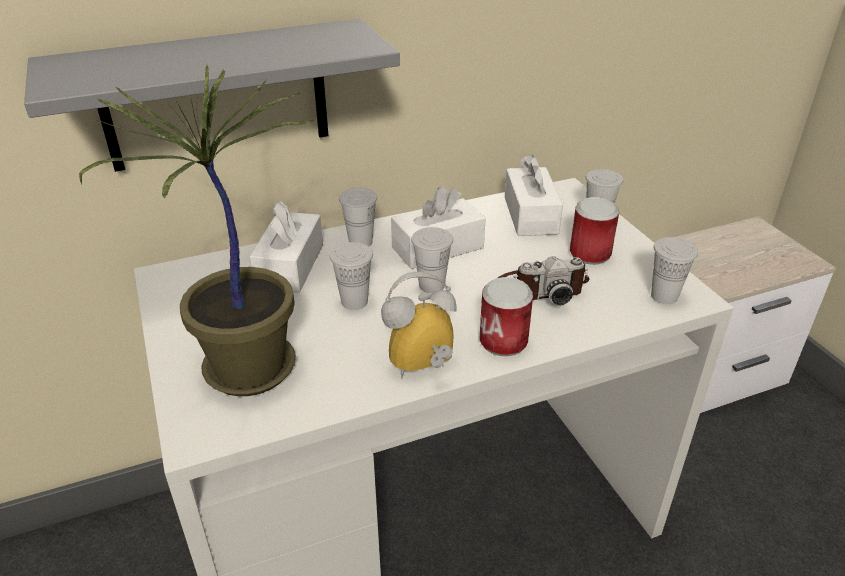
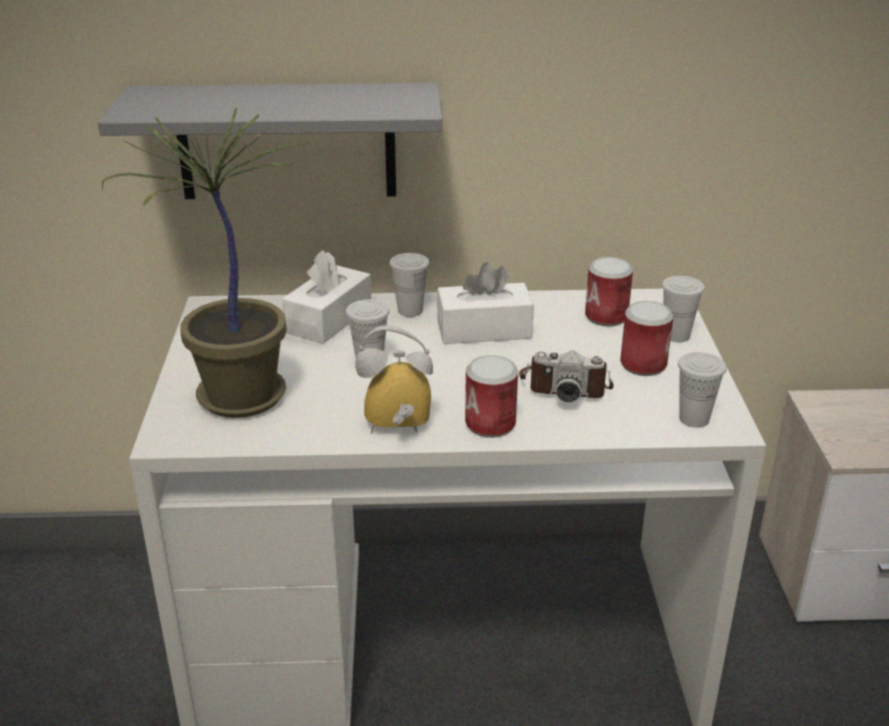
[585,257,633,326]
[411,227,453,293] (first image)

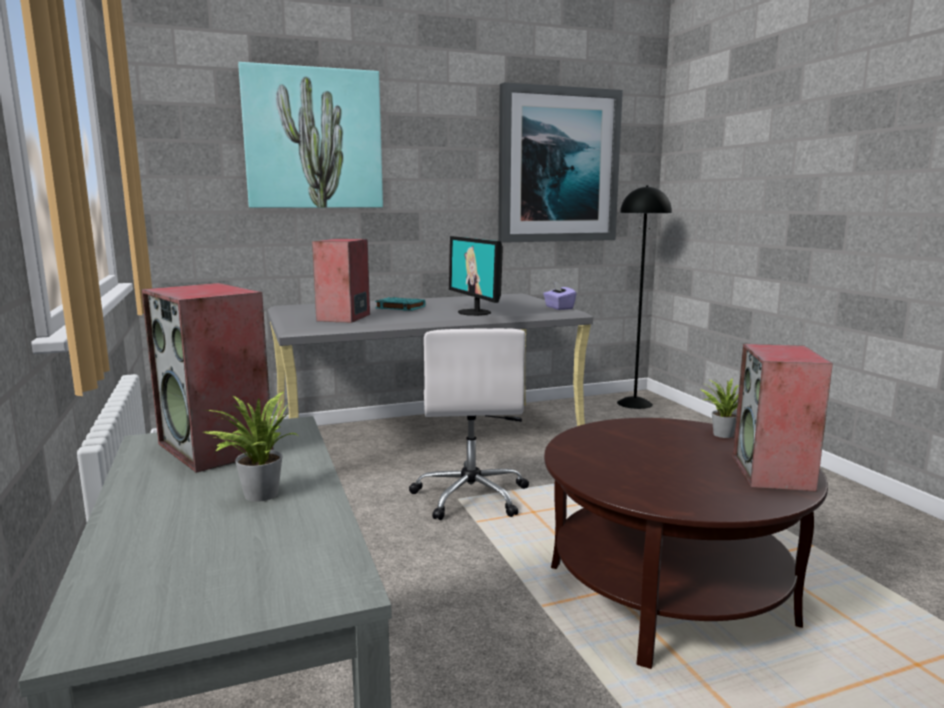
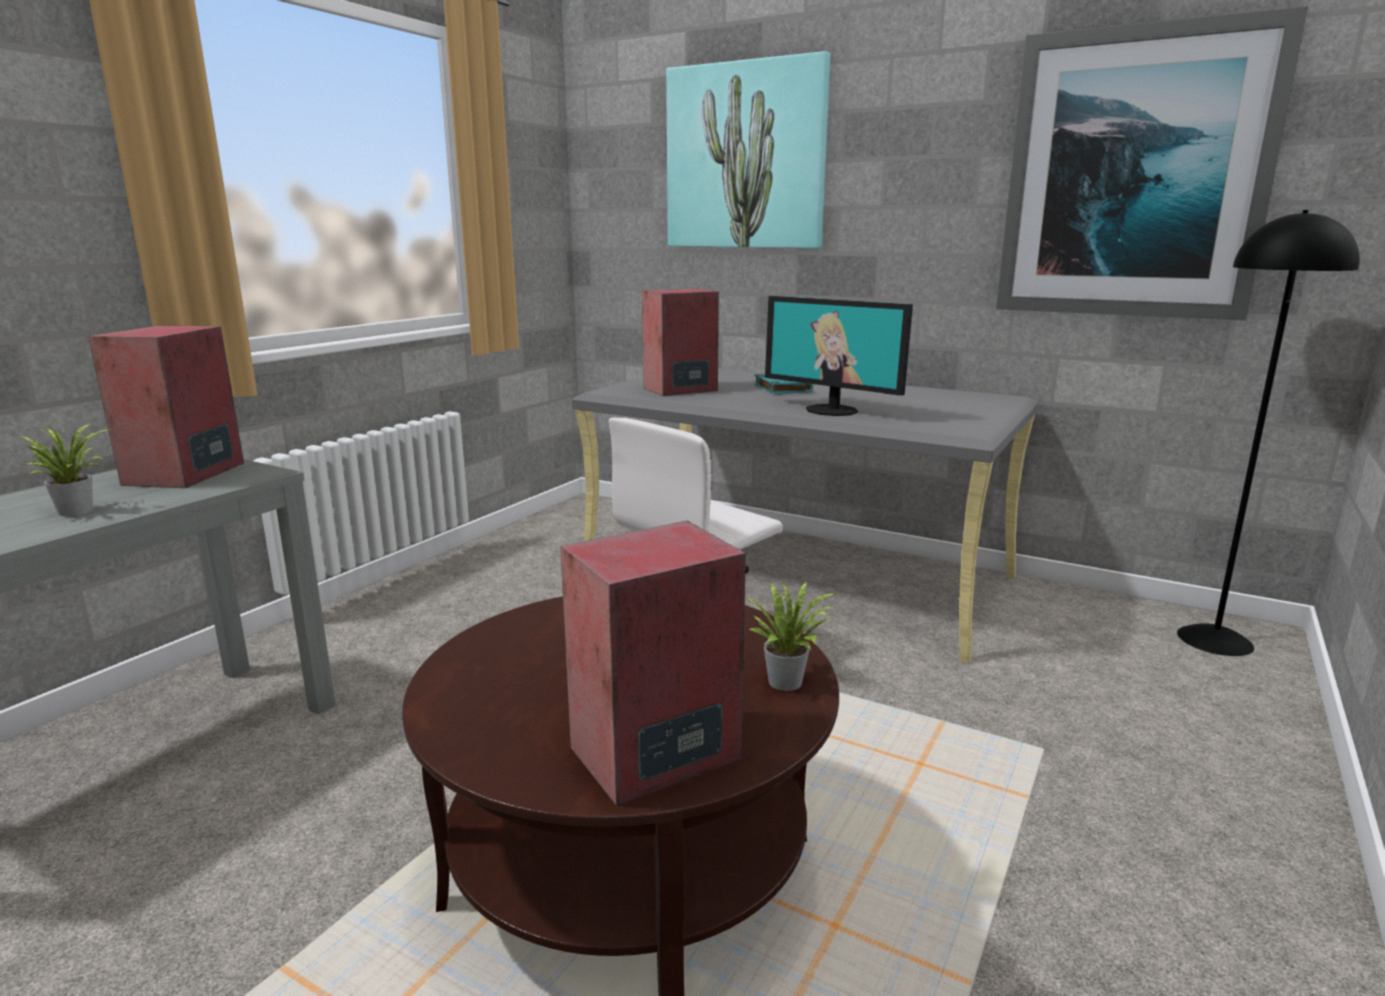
[765,296,913,416]
[543,282,577,310] (first image)

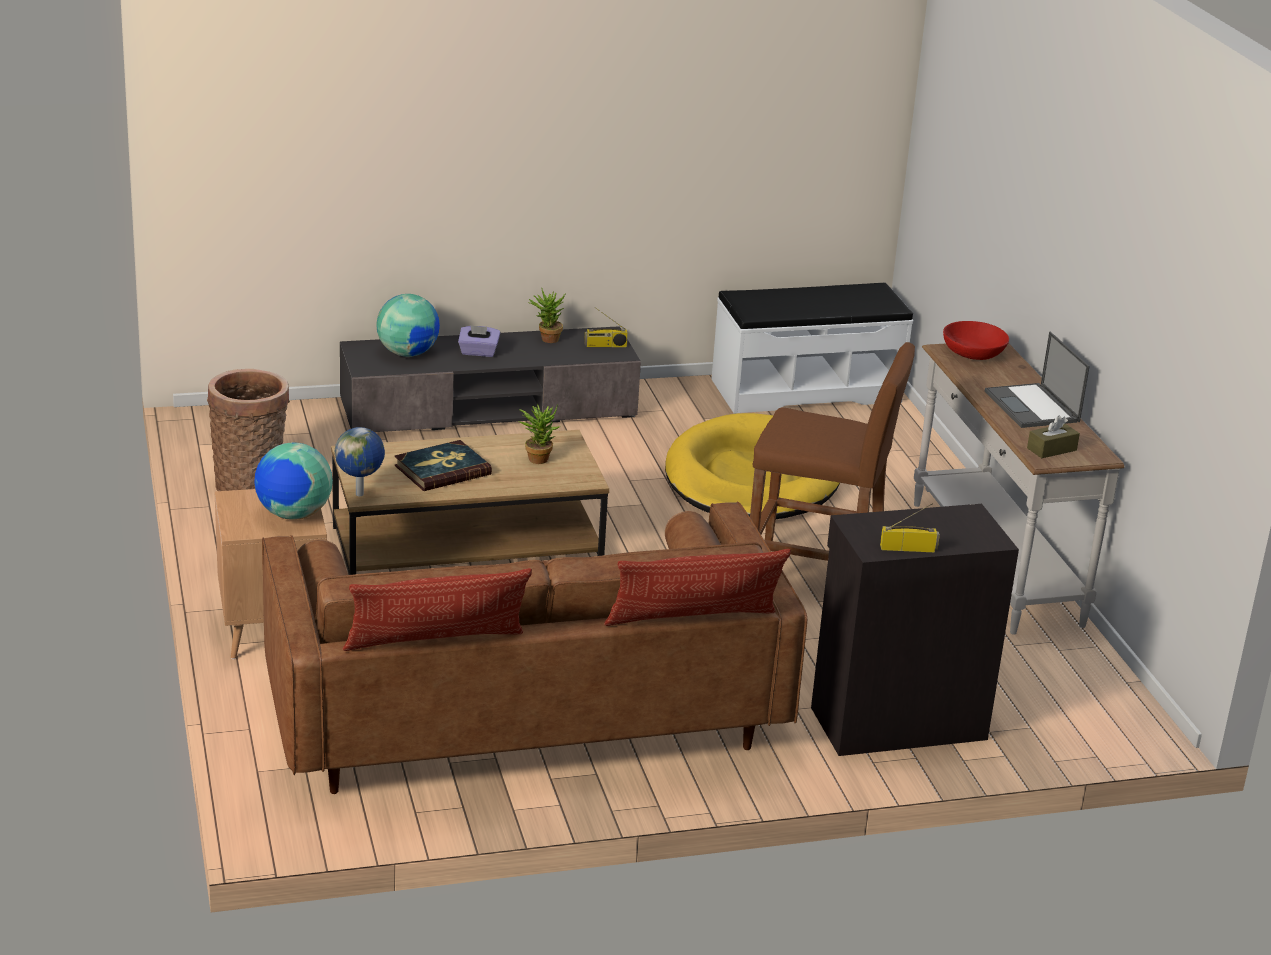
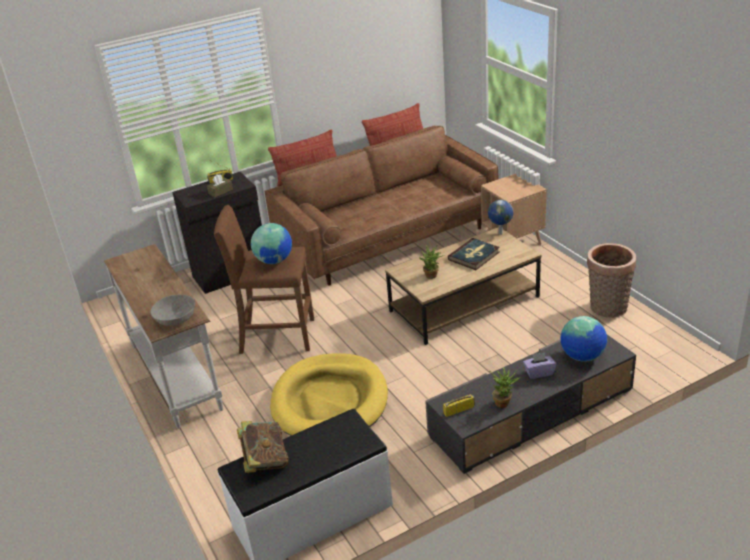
[150,294,195,326]
[207,174,233,197]
[237,421,289,473]
[251,223,292,264]
[985,331,1090,428] (first image)

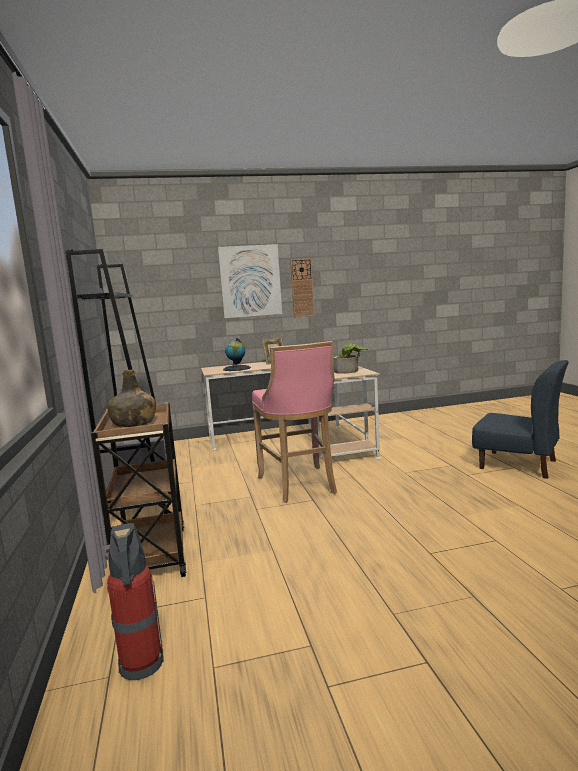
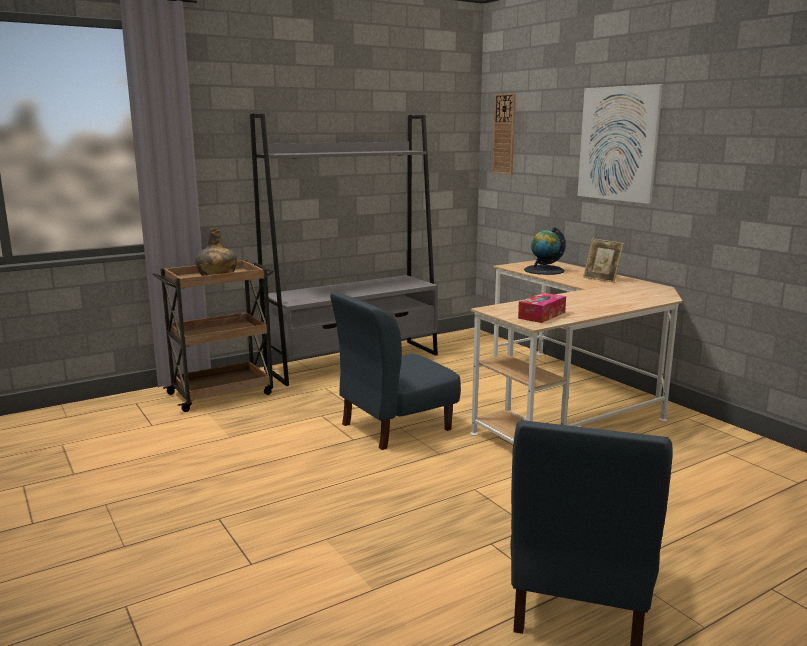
[330,292,461,450]
[492,93,516,175]
[518,293,566,323]
[103,523,164,680] (first image)

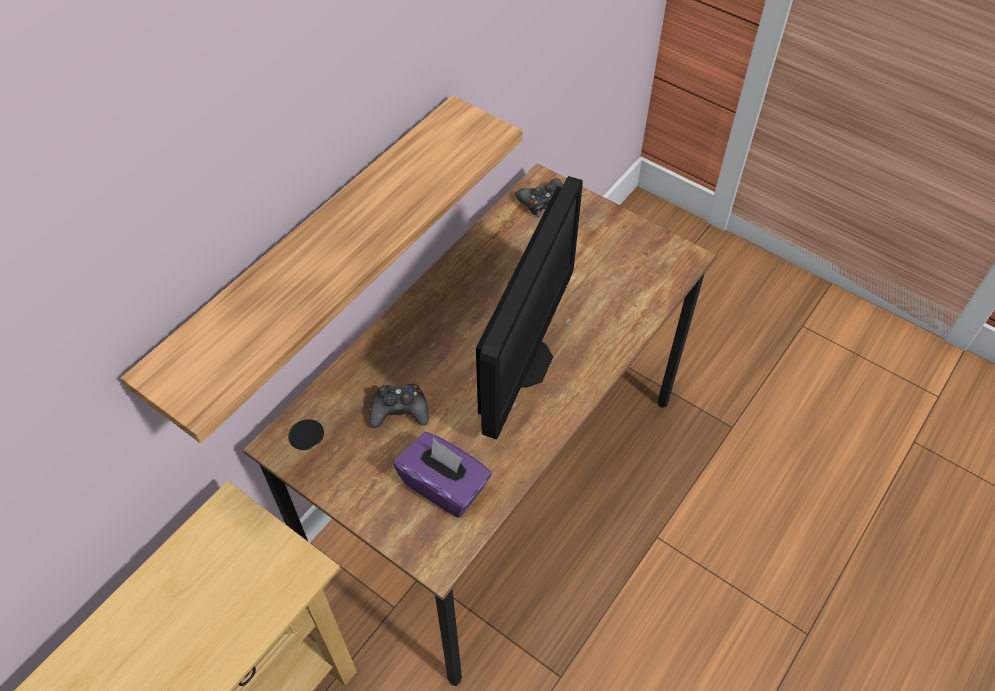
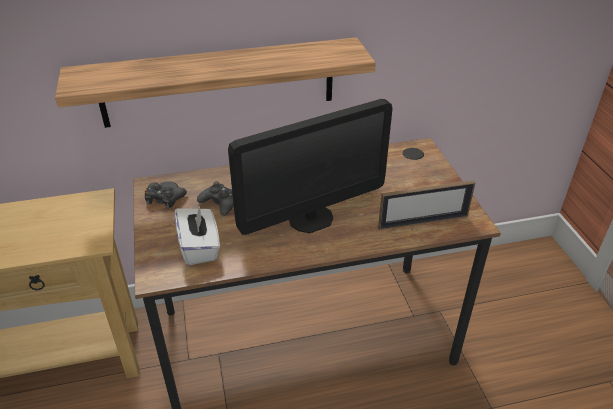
[145,182,187,209]
[175,206,220,265]
[378,181,475,230]

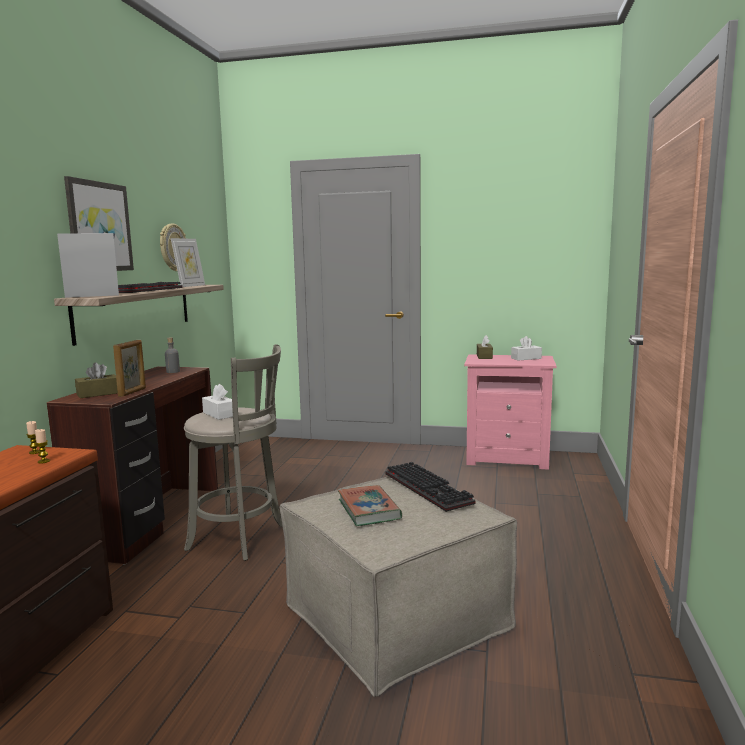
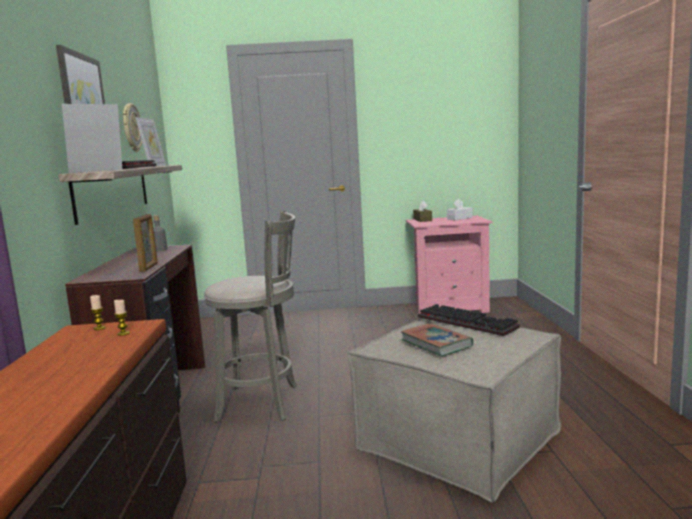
[75,362,118,398] (first image)
[202,384,233,420] (first image)

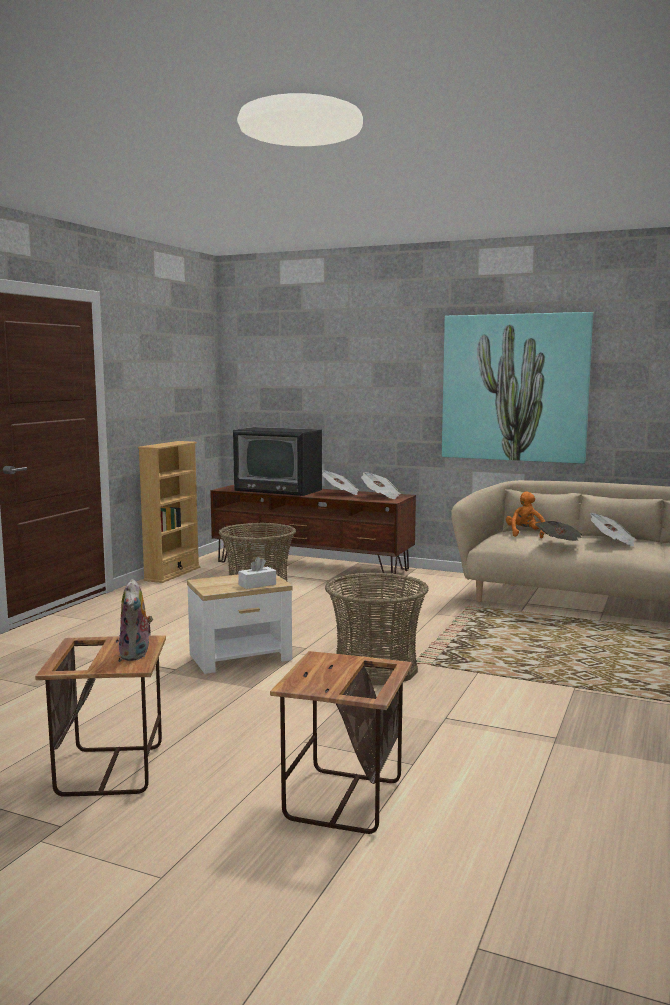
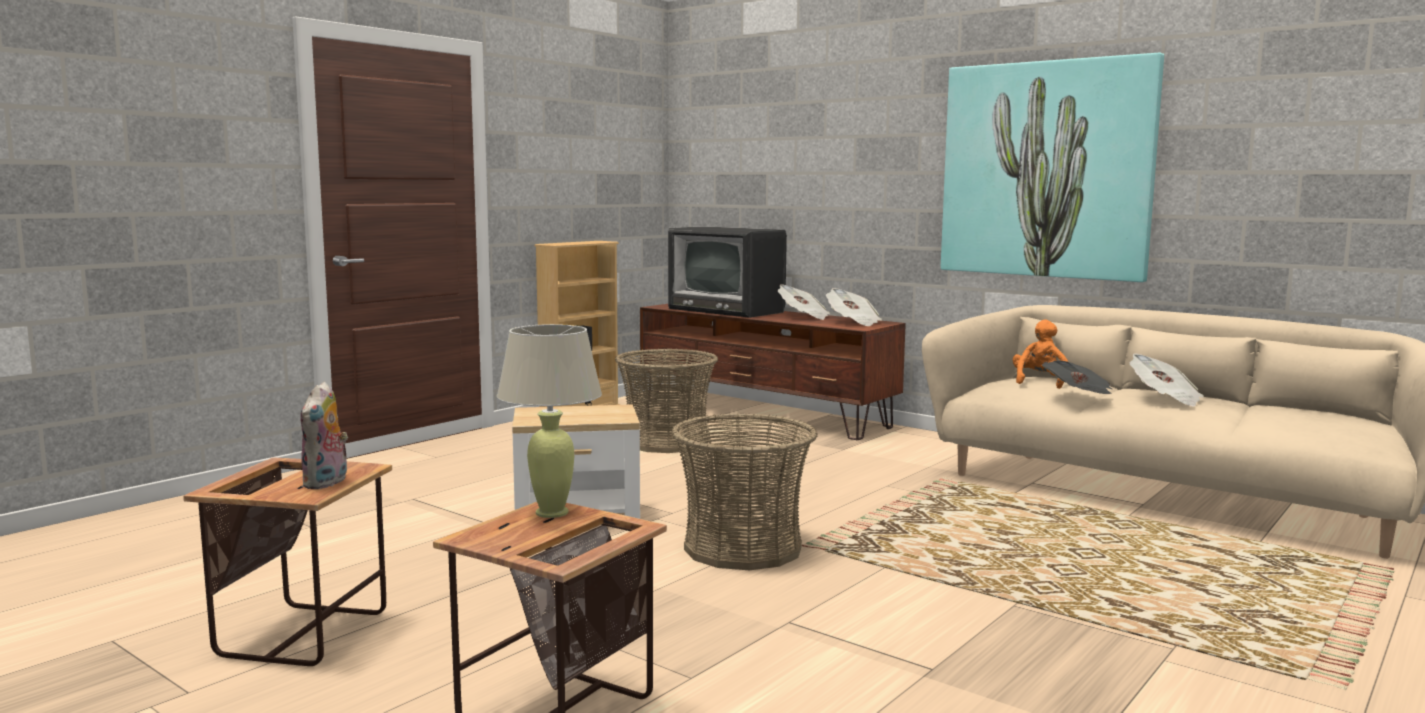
[497,324,602,518]
[238,557,276,589] (first image)

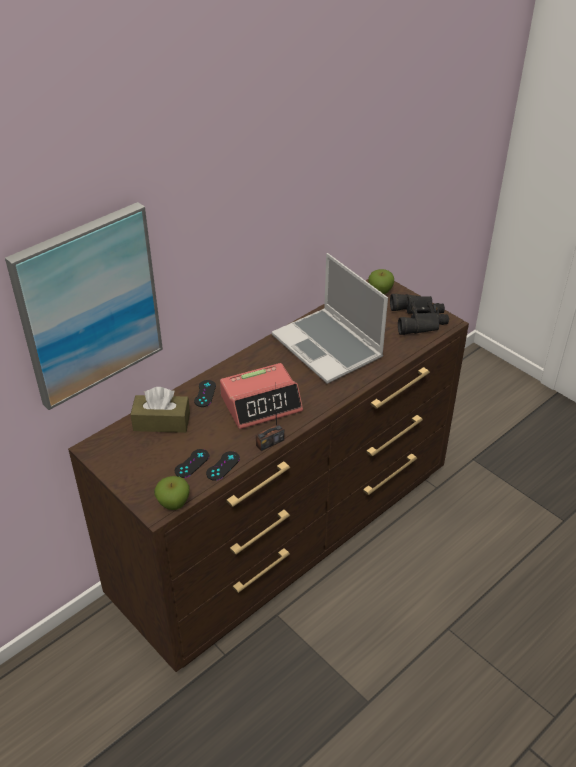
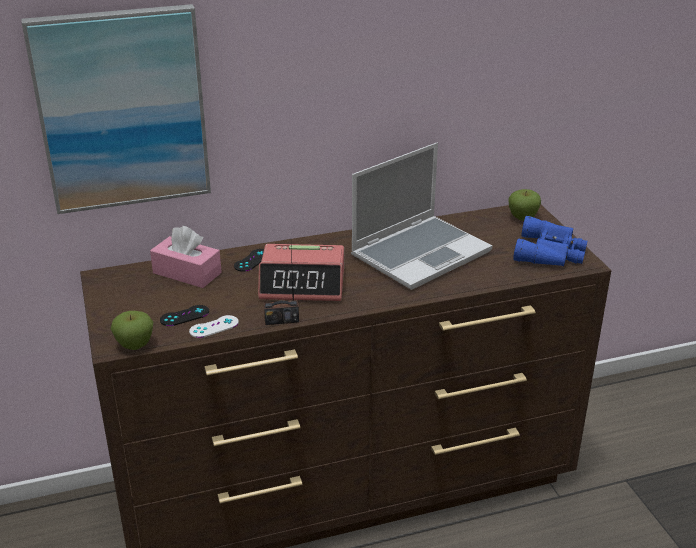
[150,226,222,288]
[189,315,239,338]
[351,143,493,290]
[513,216,587,266]

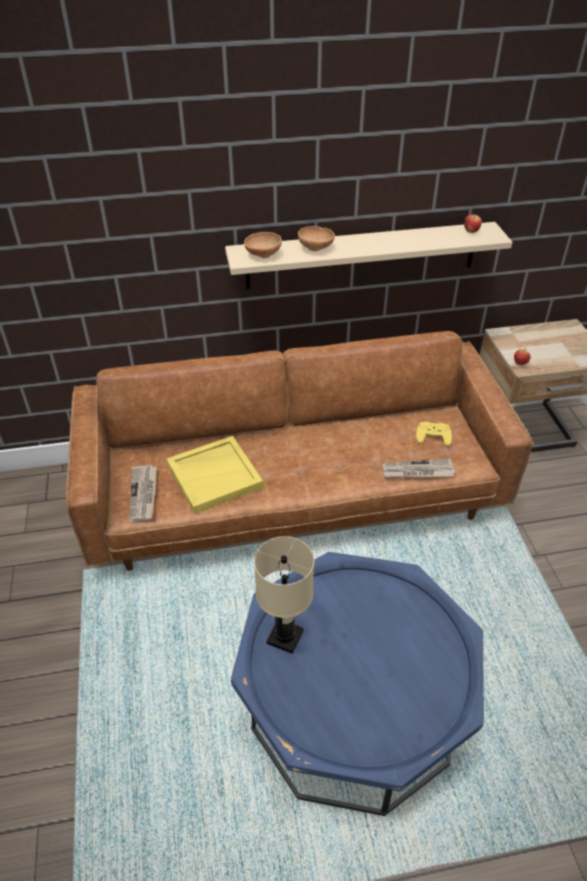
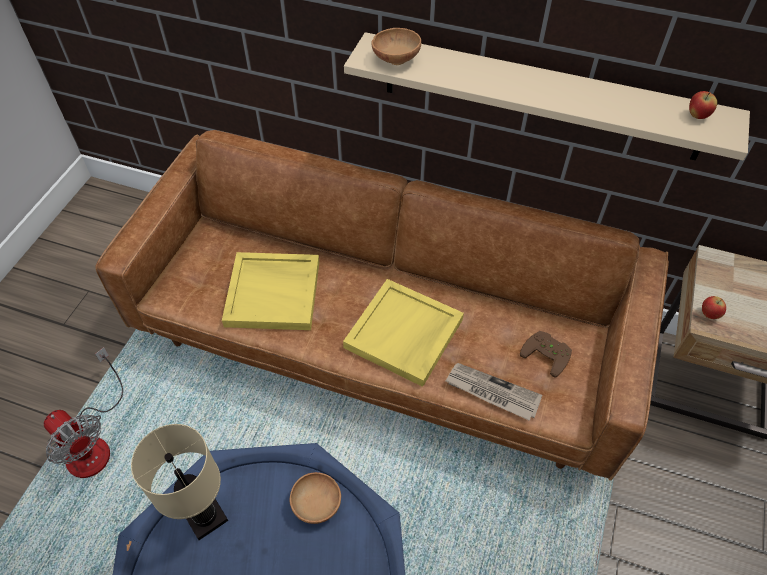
[44,347,123,478]
[290,472,341,524]
[343,279,464,387]
[520,331,572,378]
[129,465,157,522] (first image)

